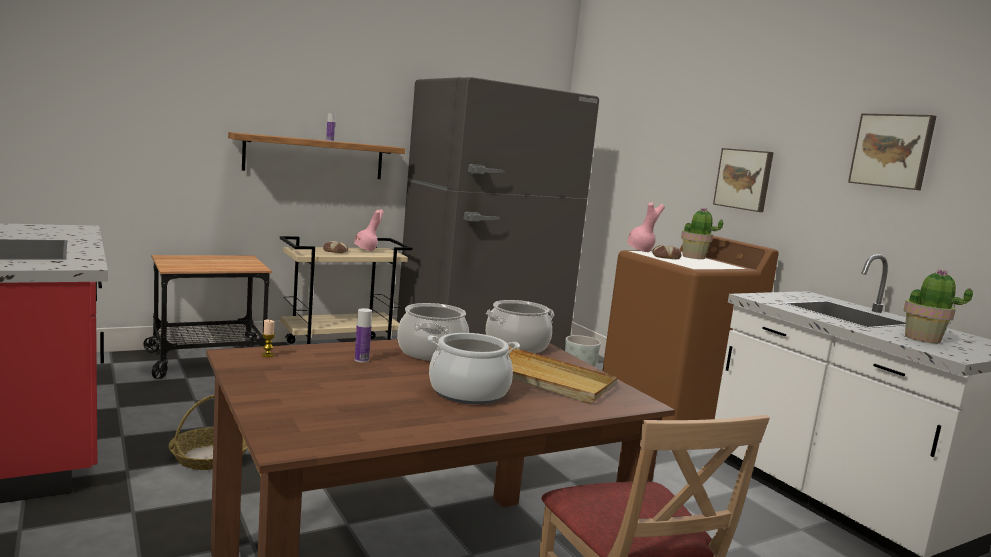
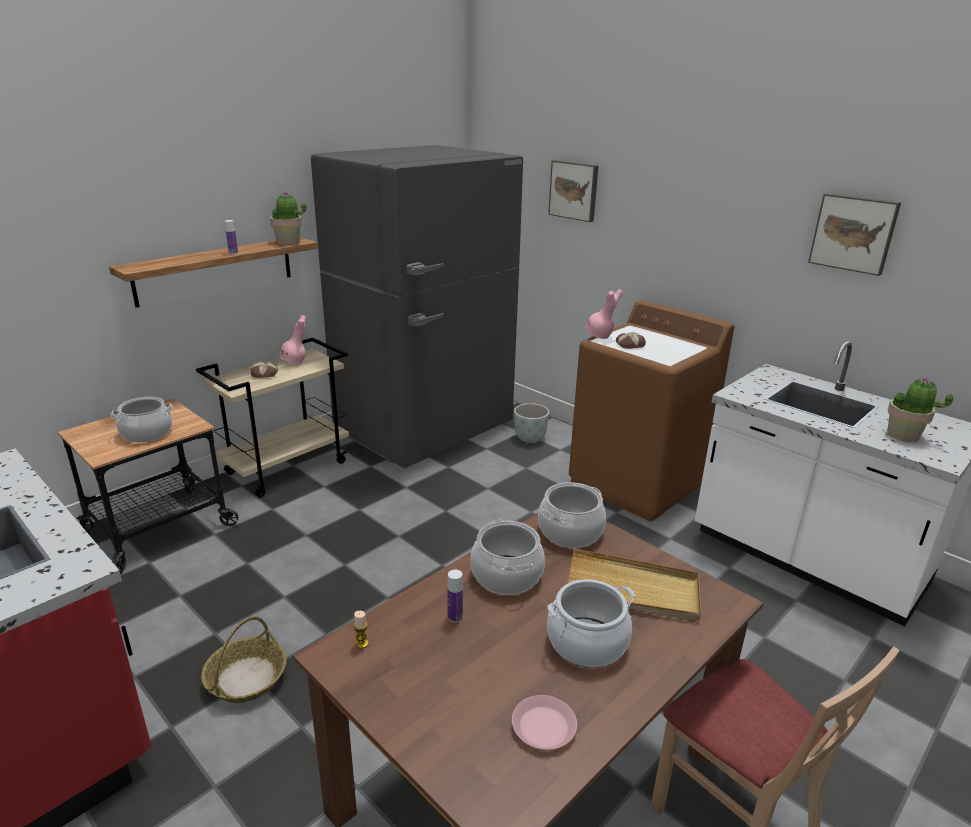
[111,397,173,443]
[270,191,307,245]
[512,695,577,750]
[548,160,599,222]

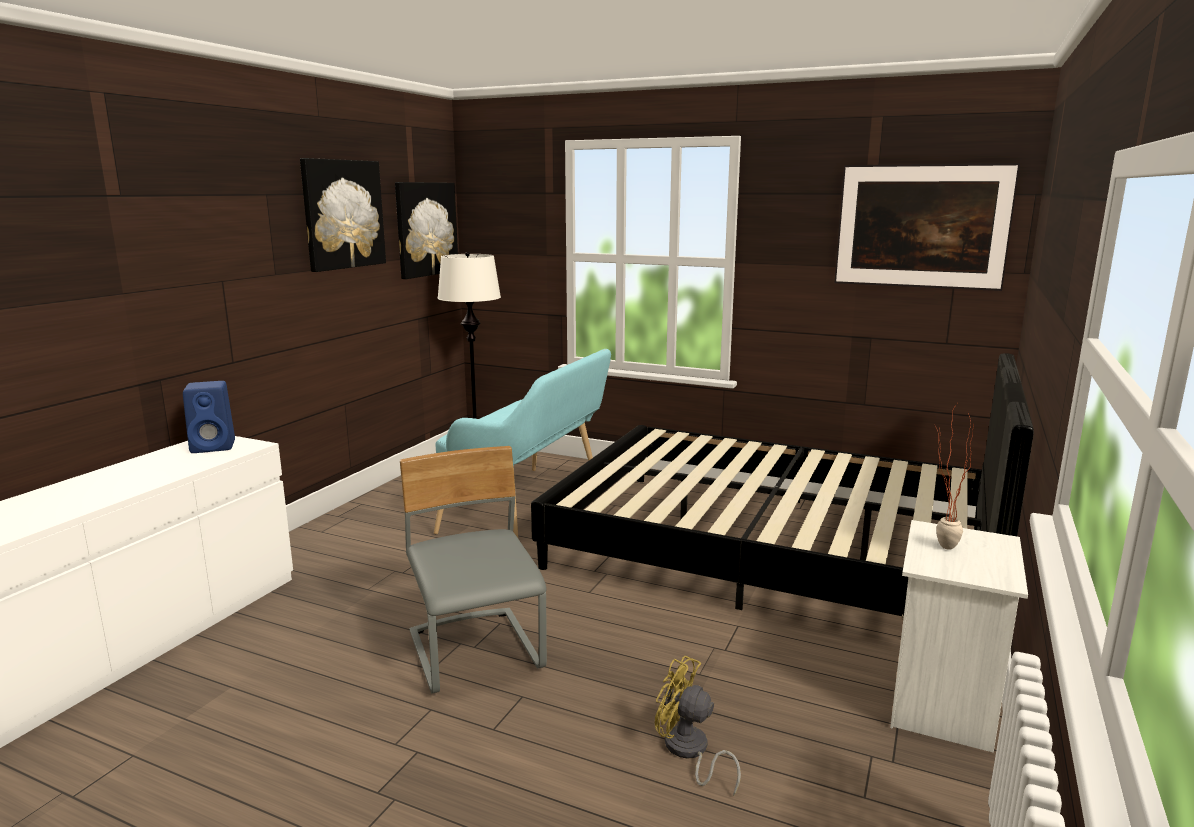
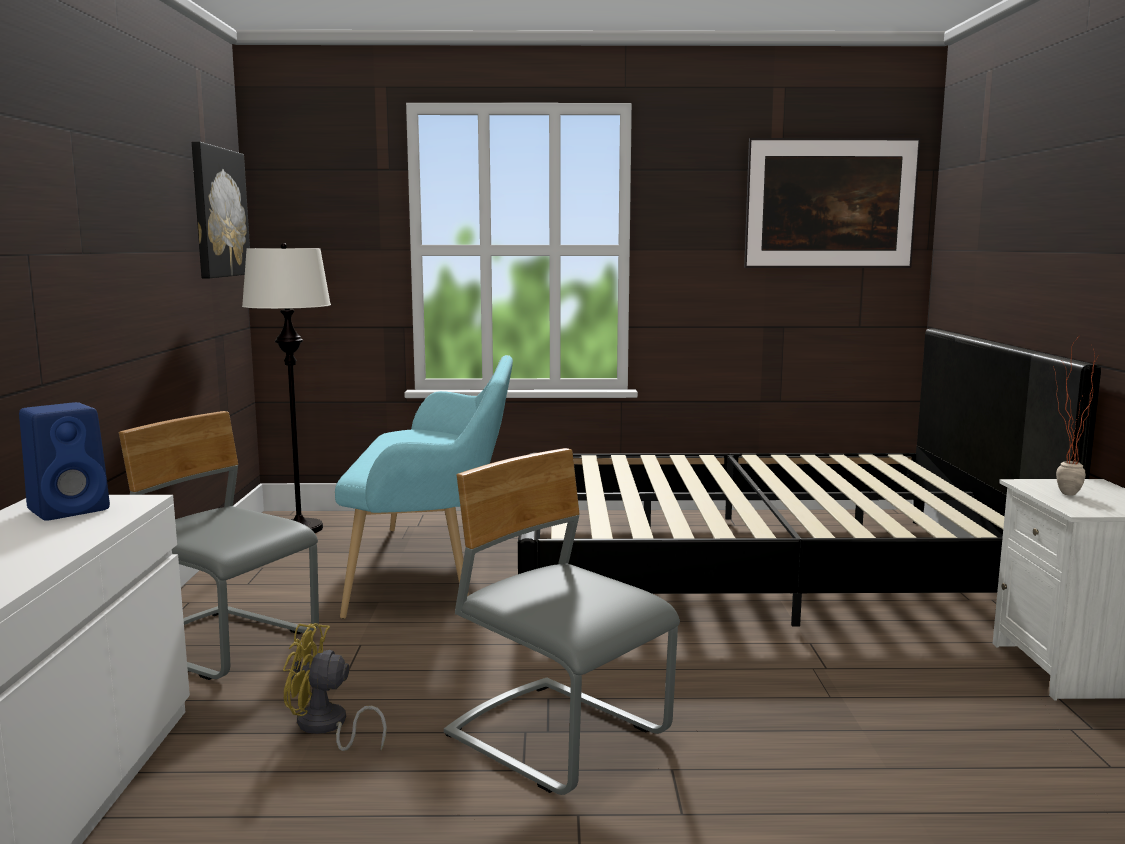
[119,411,319,680]
[283,623,387,751]
[300,158,386,272] (first image)

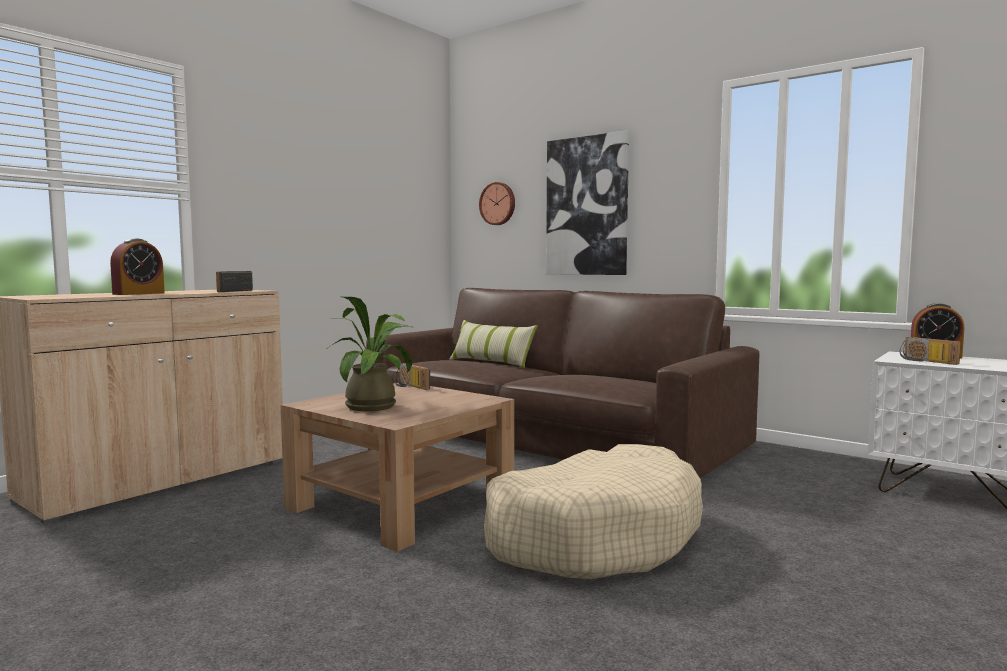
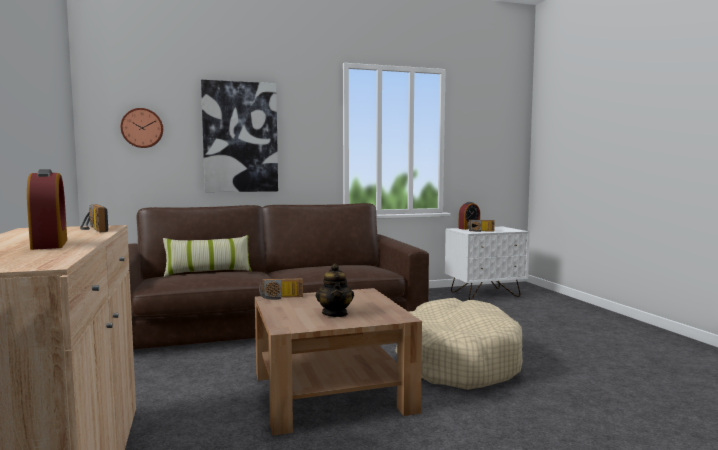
[316,263,354,317]

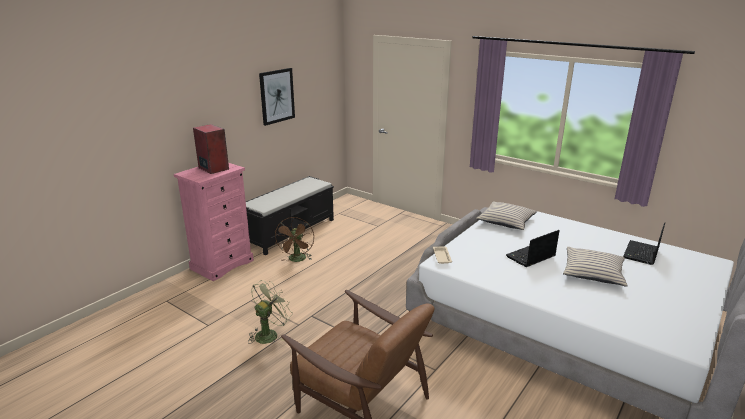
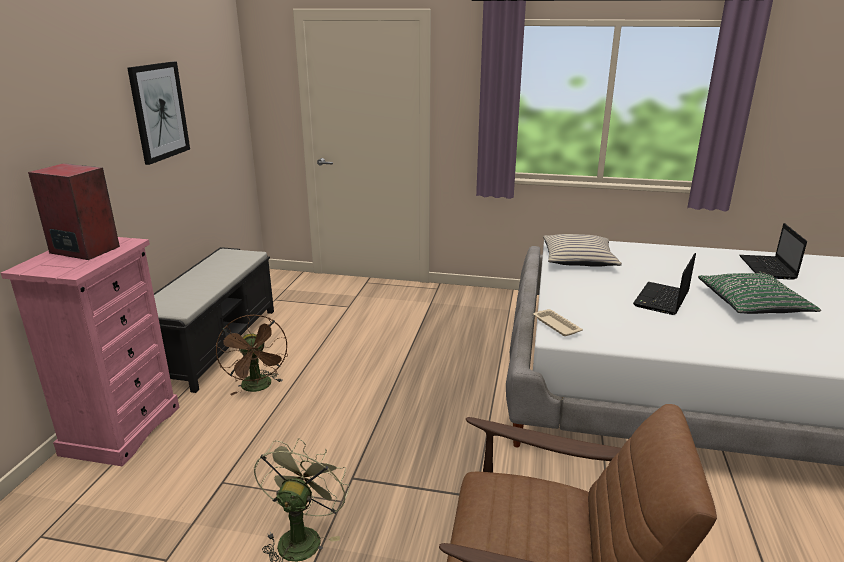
[698,273,821,314]

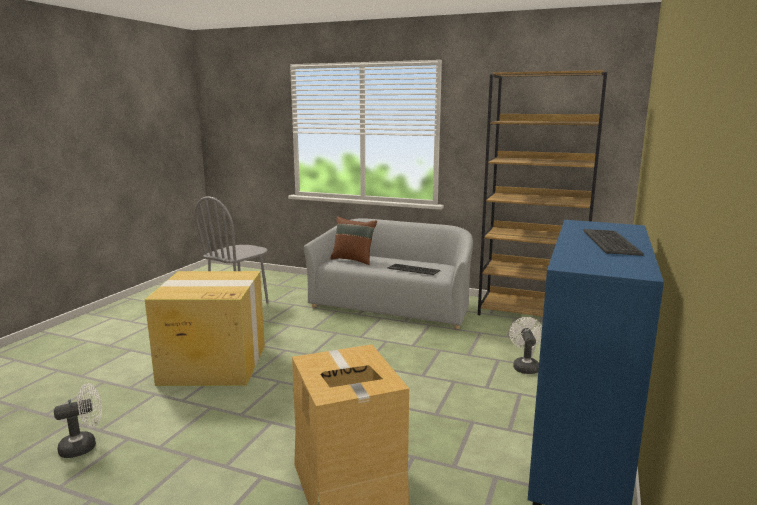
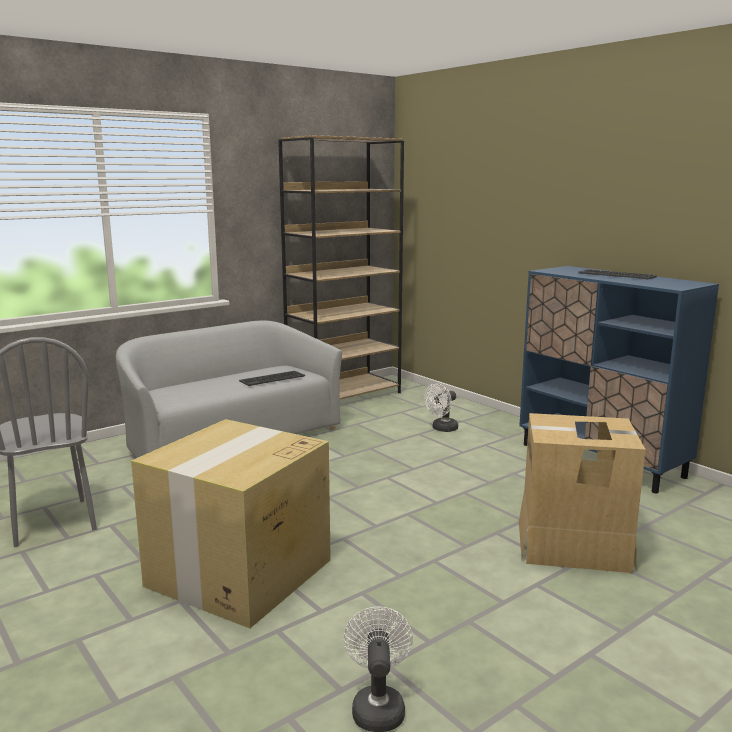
[424,383,458,432]
[330,216,377,265] (first image)

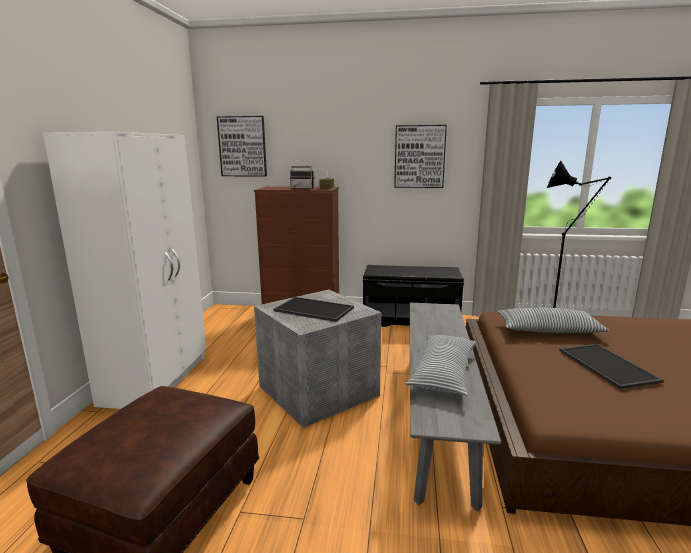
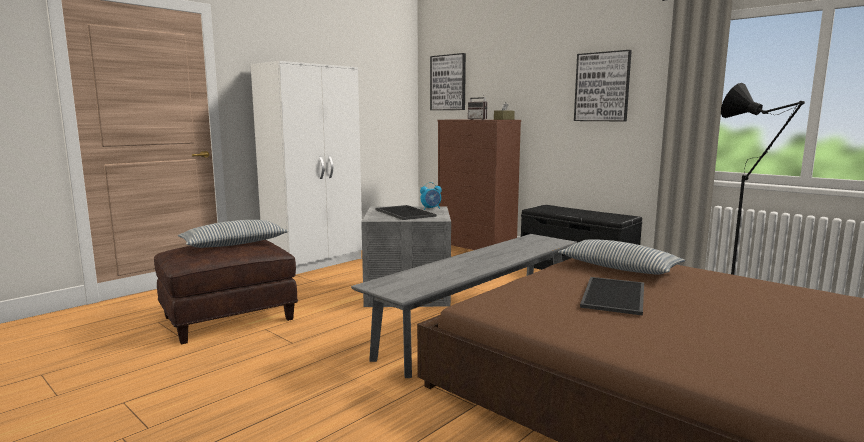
[178,220,288,248]
[420,182,442,210]

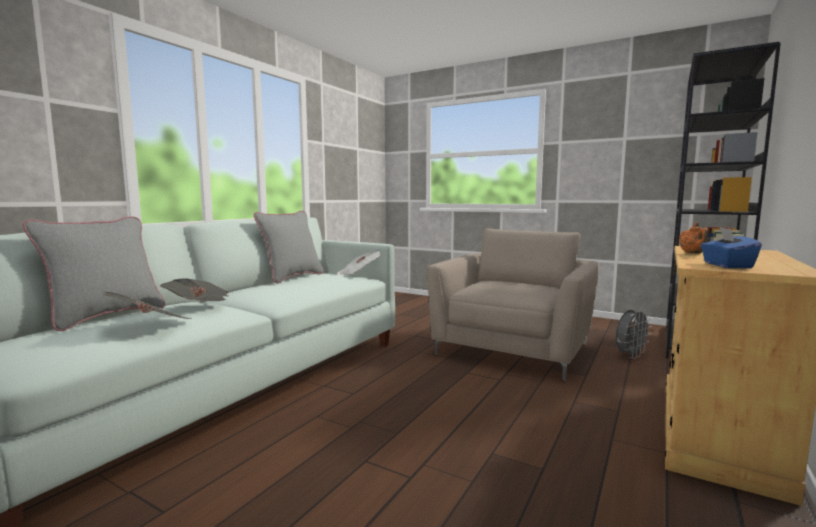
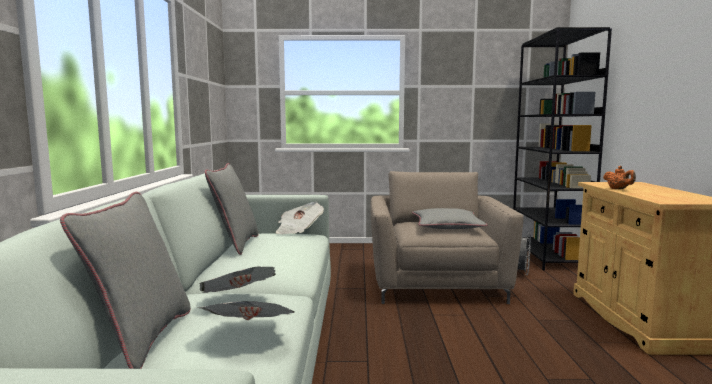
[412,208,488,229]
[701,227,762,268] (first image)

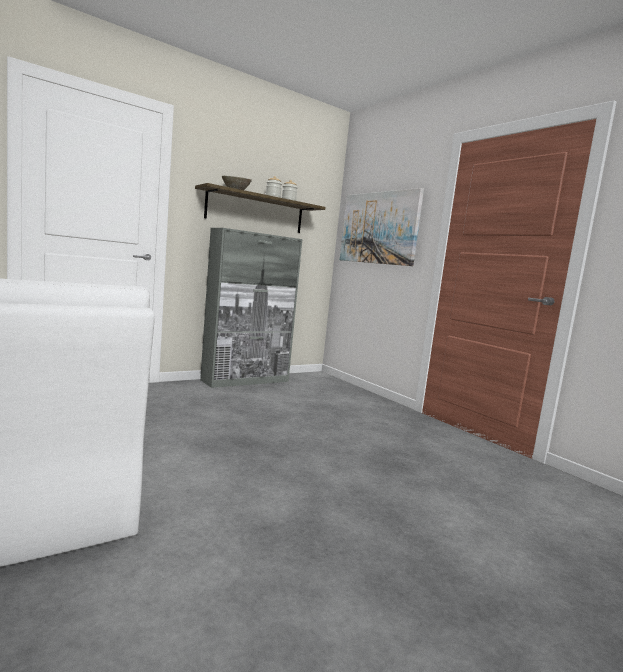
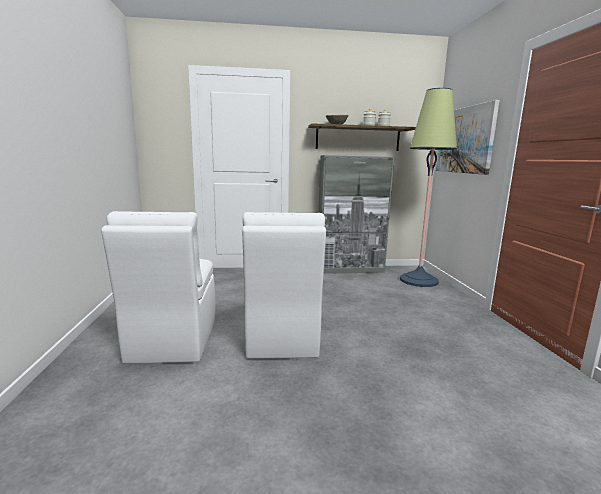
[242,212,326,359]
[400,88,457,287]

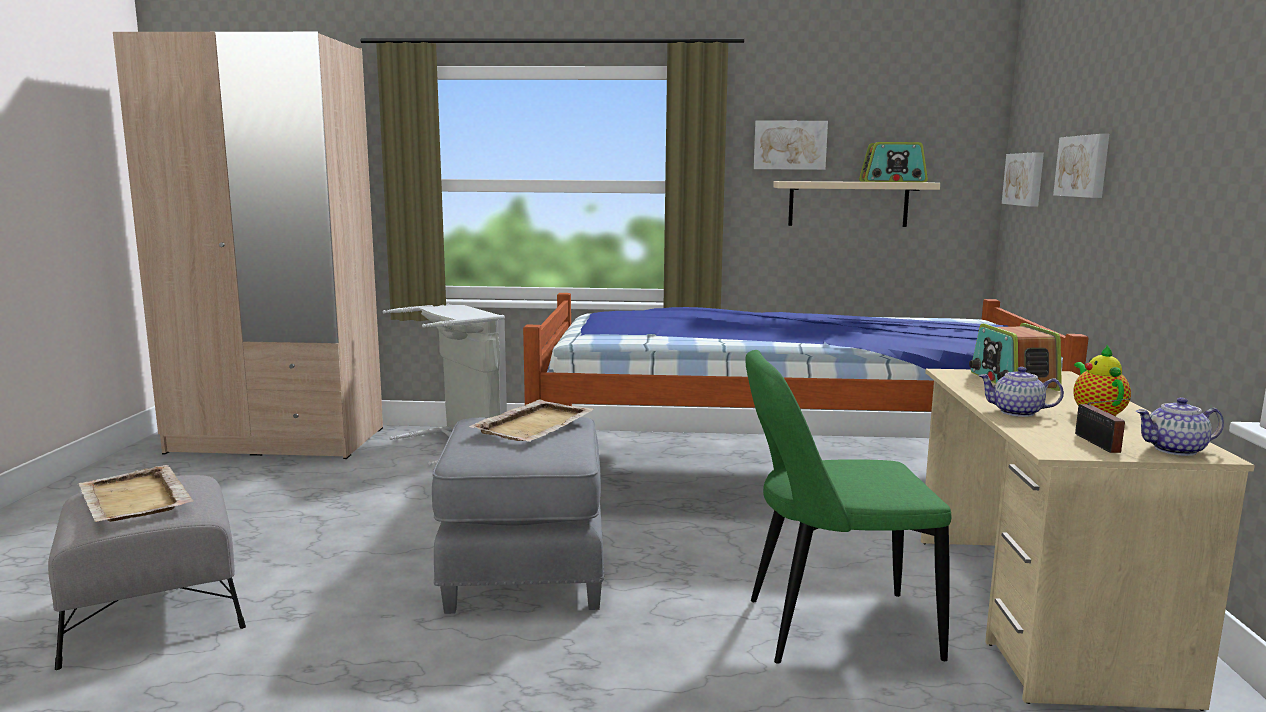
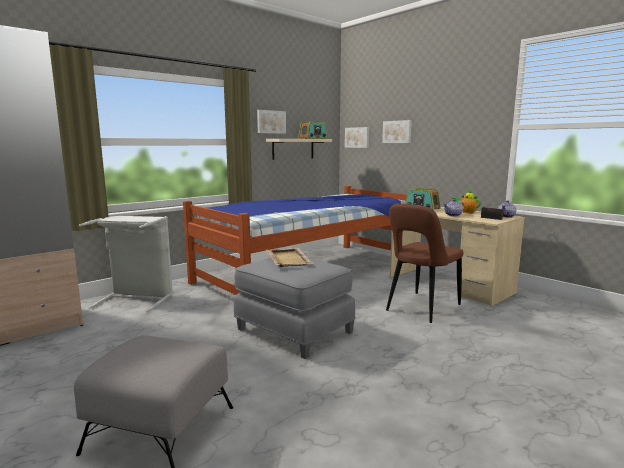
[386,204,464,323]
[78,465,194,522] (first image)

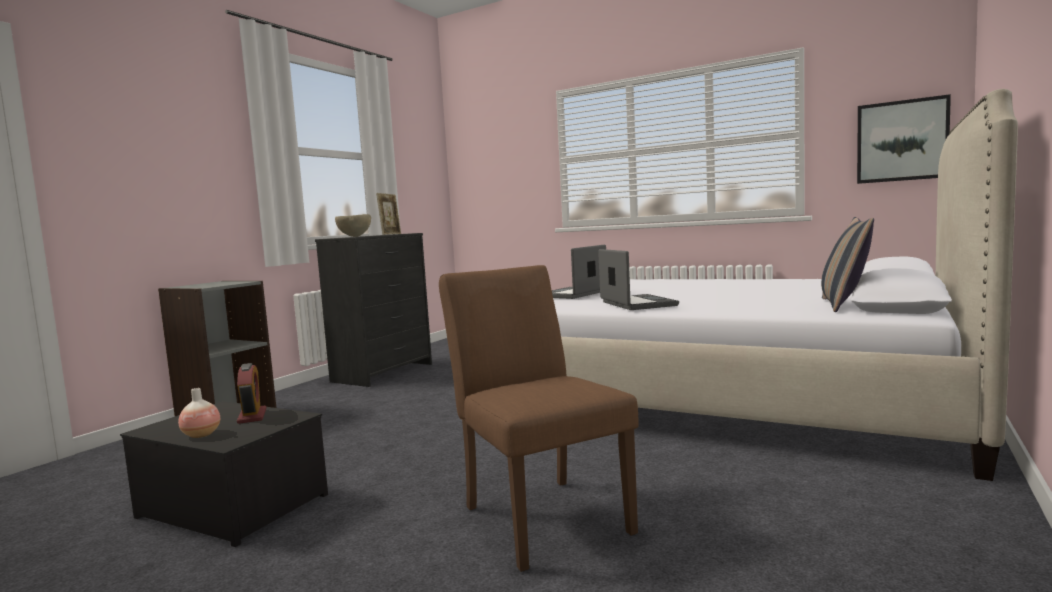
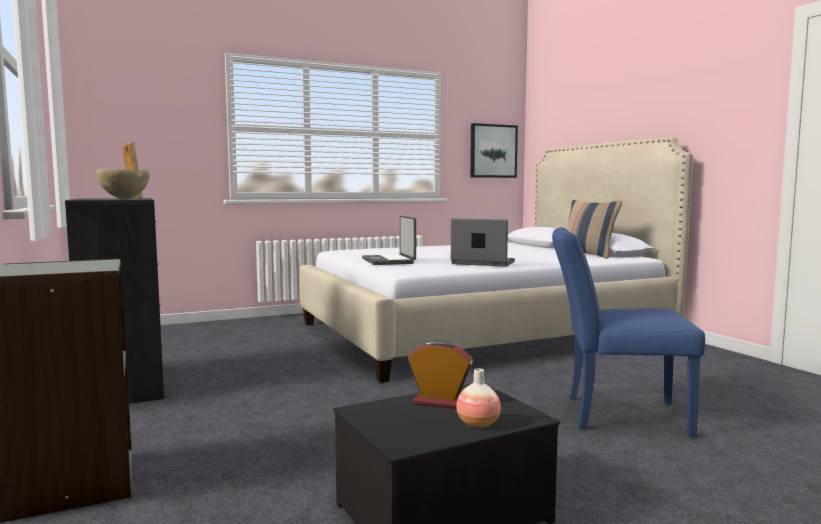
[552,227,705,437]

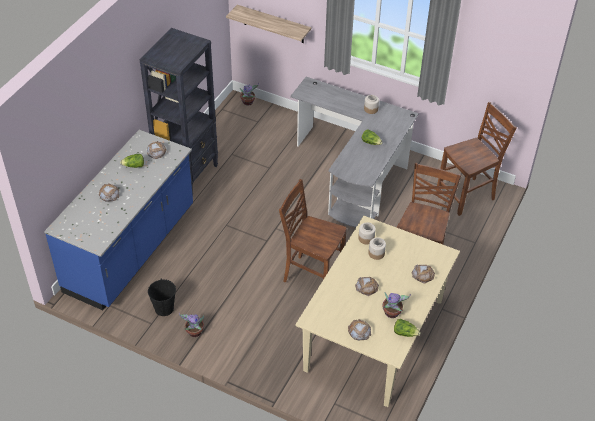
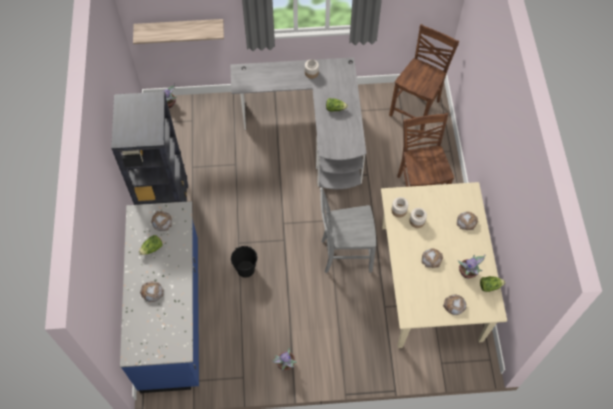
[231,246,257,278]
[320,188,376,273]

